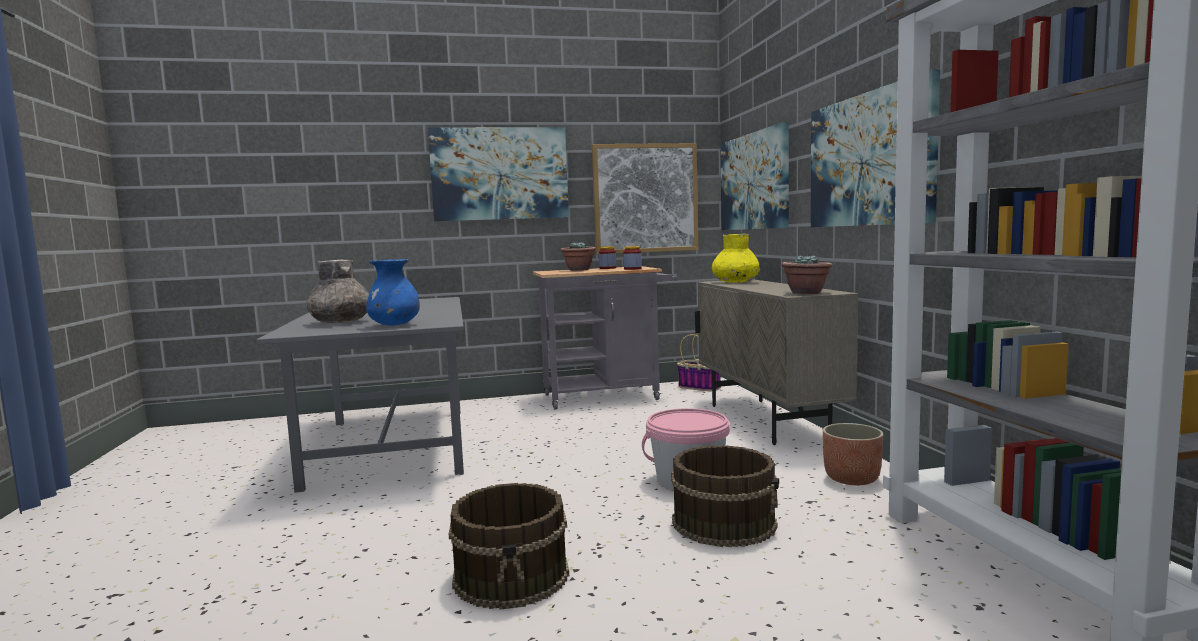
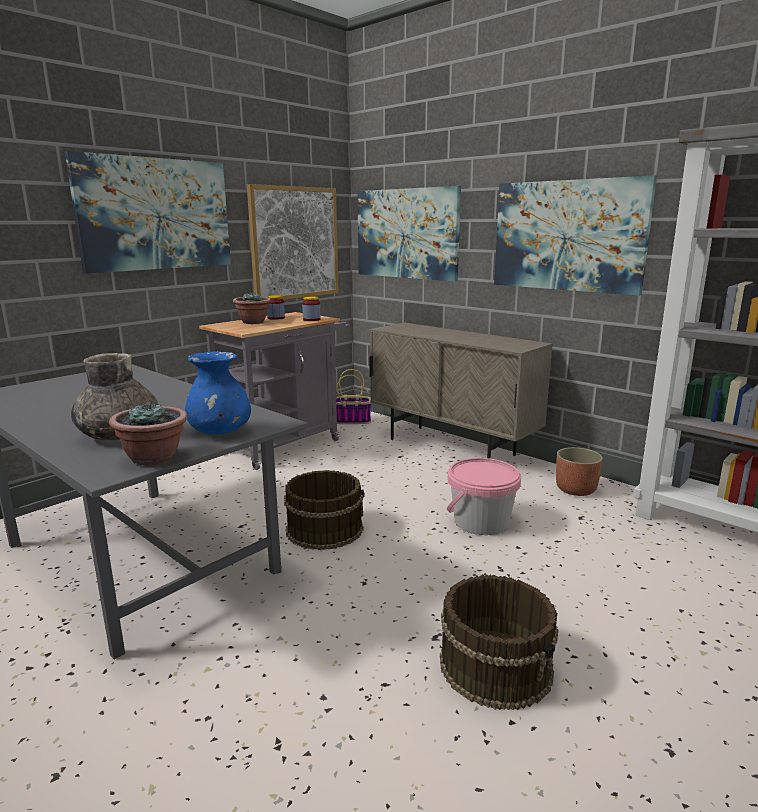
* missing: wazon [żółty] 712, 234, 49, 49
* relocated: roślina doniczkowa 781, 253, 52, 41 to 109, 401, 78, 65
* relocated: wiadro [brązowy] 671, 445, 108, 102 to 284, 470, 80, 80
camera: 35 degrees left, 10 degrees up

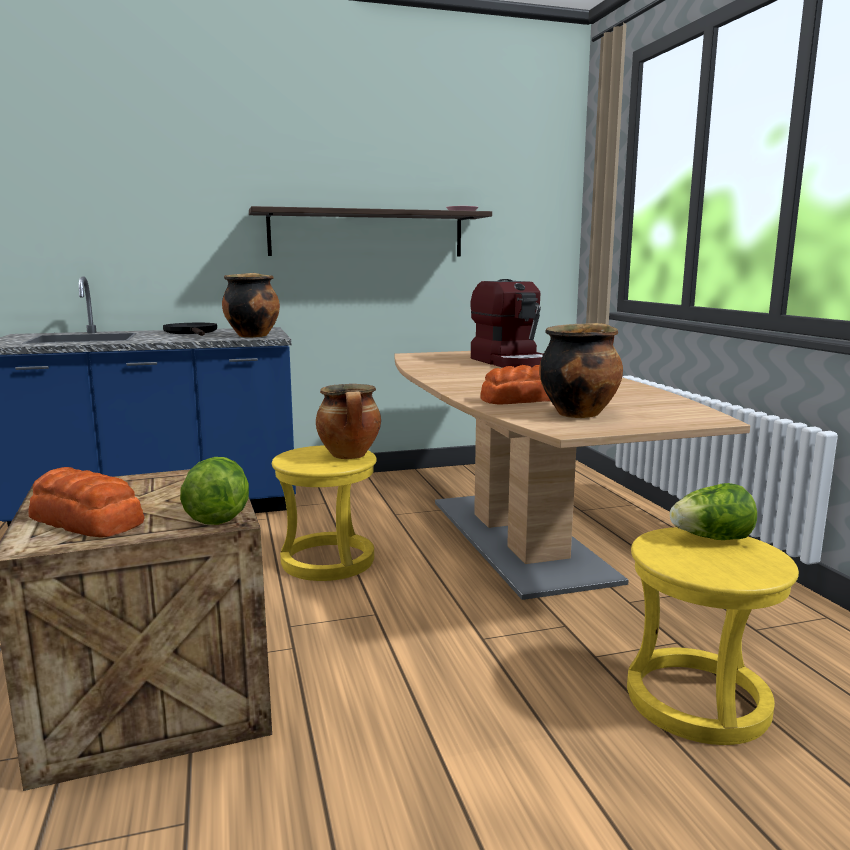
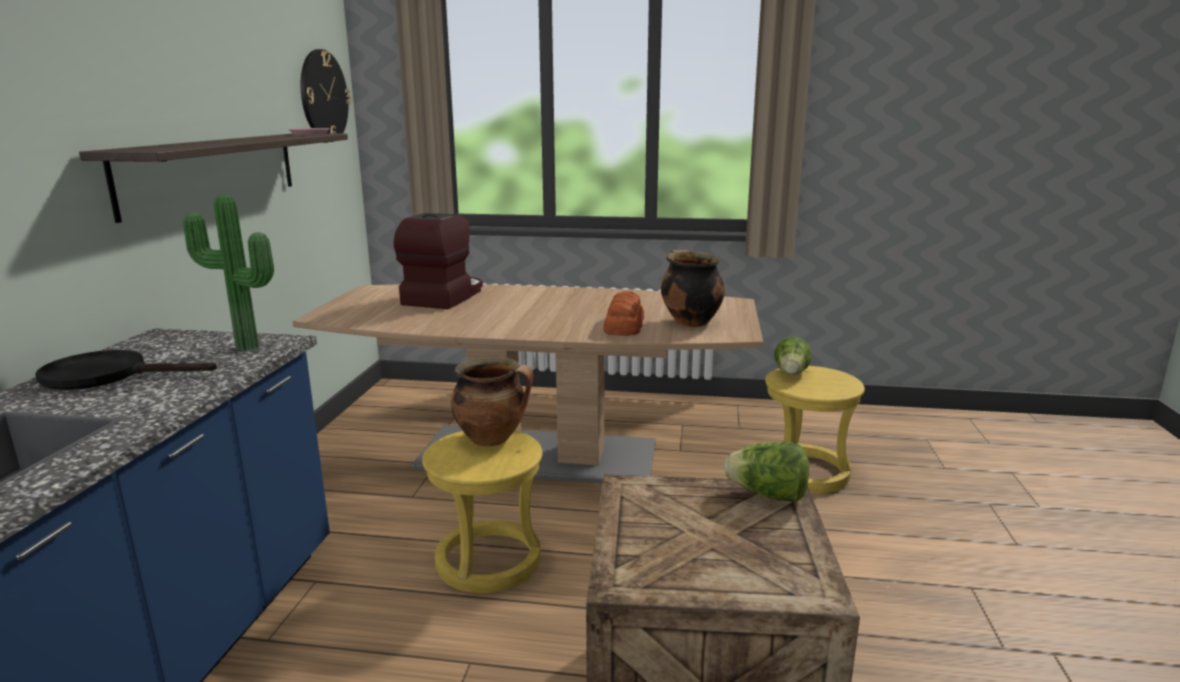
* exchanged: garnek 222, 273, 58, 65 to roślina doniczkowa 183, 194, 91, 157
* spun: ekspres do kawy 470, 279, 73, 89 = 394, 213, 89, 96 75 degrees counterclockwise
* missing: chleb 28, 467, 117, 71
* appeared: zegar ścienny 301, 49, 50, 93
camera: 65 degrees left, 5 degrees up

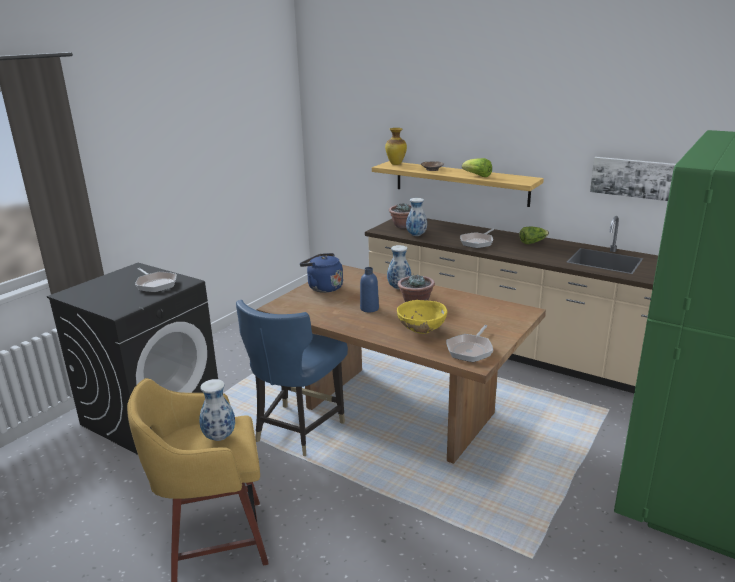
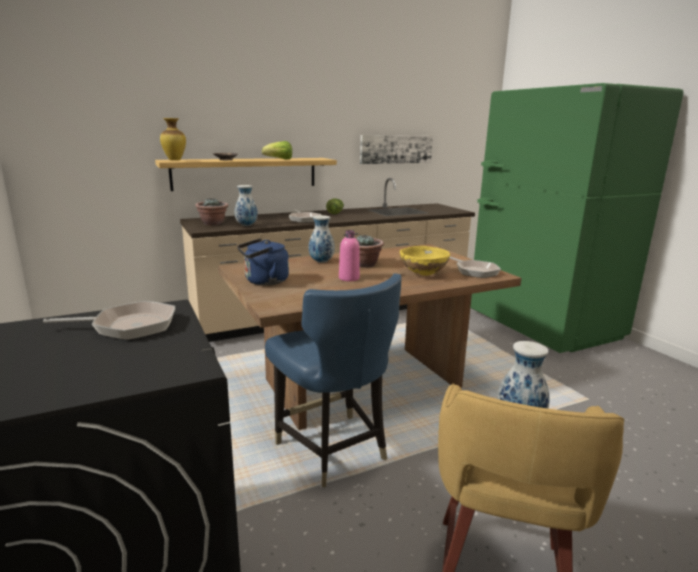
* colour: butelka [niebieski] 360, 267, 19, 45 to butelka [różowy] 339, 230, 21, 51
camera: 60 degrees left, 5 degrees down

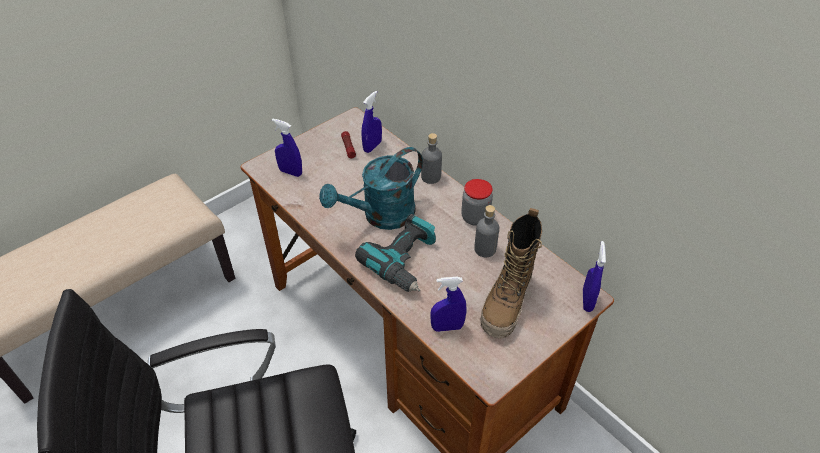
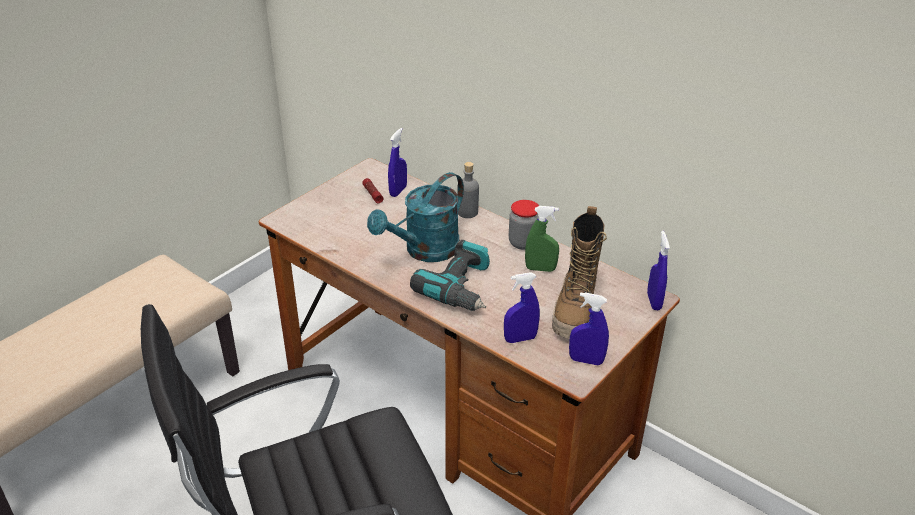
* relocated: spryskiwacz [niebieski] 272, 118, 30, 59 to 569, 292, 40, 73
* exchanged: butelka [szary] 474, 205, 25, 52 to spryskiwacz [zielony] 525, 206, 34, 66
camera: 10 degrees left, 10 degrees down

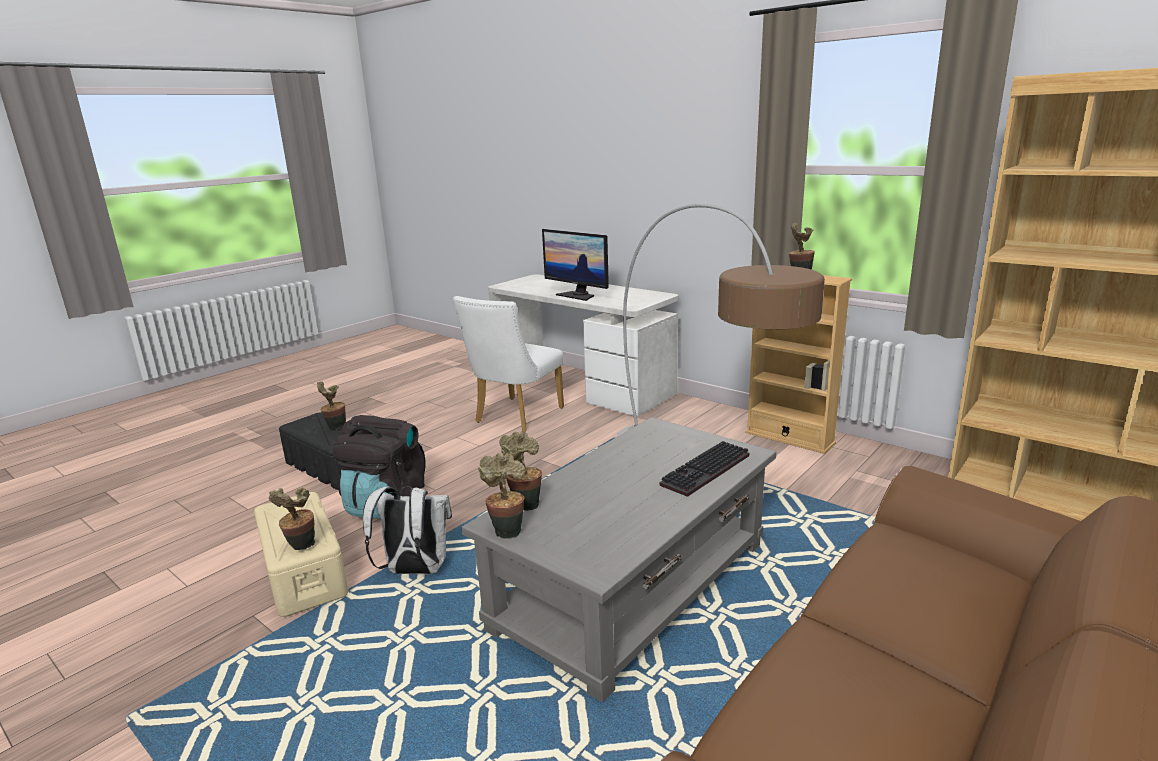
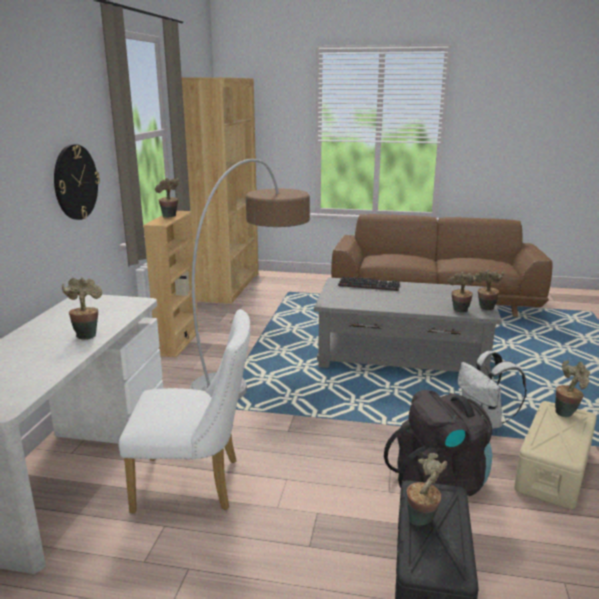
* exchanged: monitor 542, 229, 67, 72 to roślina doniczkowa 62, 277, 40, 63
* appeared: zegar ścienny 54, 144, 46, 76
camera: 120 degrees left, 0 degrees up

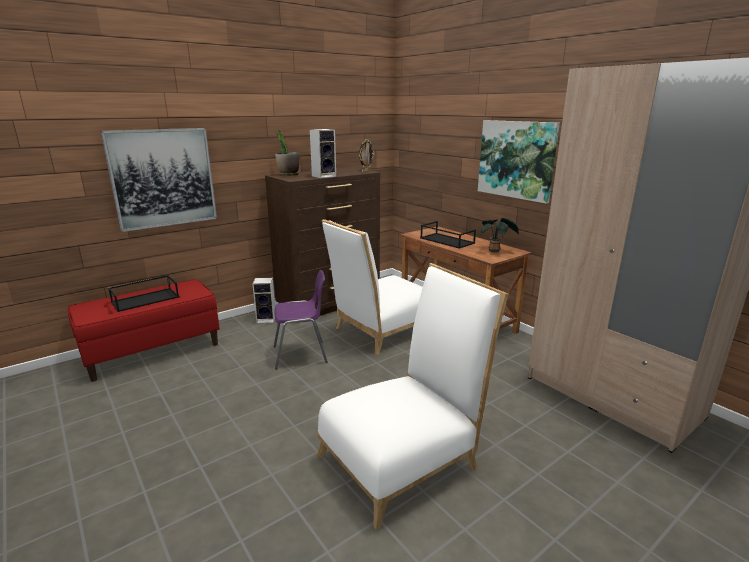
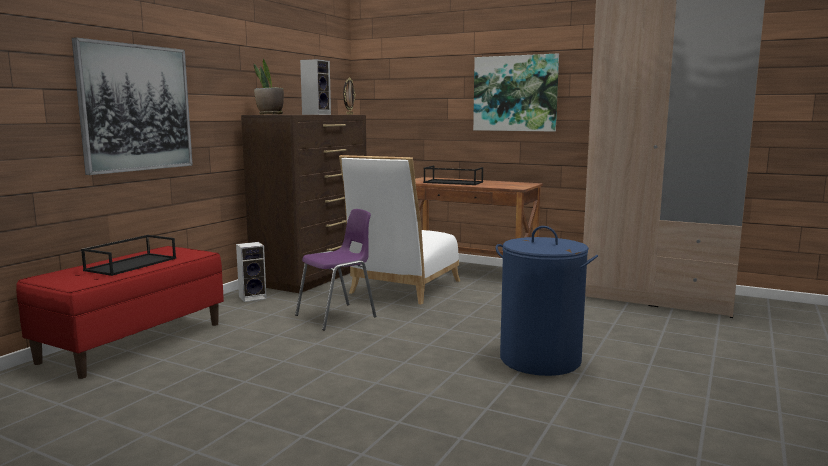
* missing: roślina doniczkowa 480, 218, 39, 35
* exchanged: krzesło [biały] 316, 263, 193, 267 to kosz na pranie [niebieski] 496, 226, 102, 150
camera: 25 degrees left, 10 degrees down

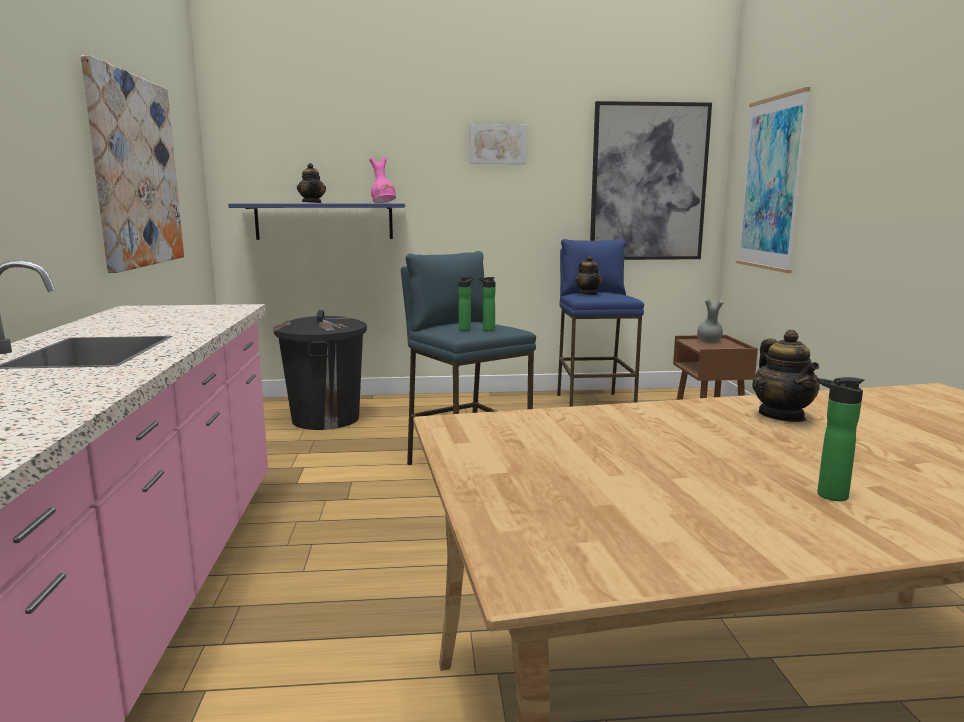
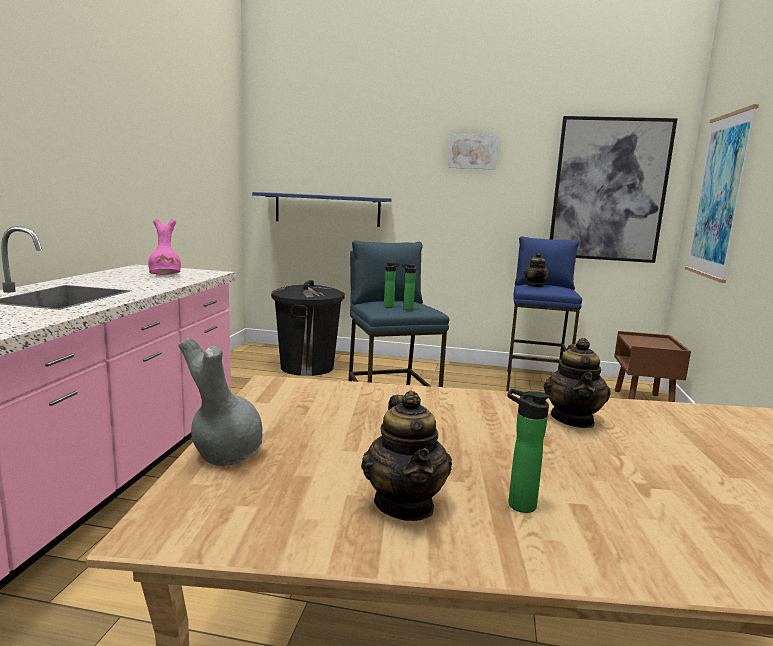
* missing: obraz 81, 55, 103, 218
* relocated: wazon [różowy] 369, 157, 27, 46 to 148, 219, 33, 56
* relocated: imbryk 297, 163, 29, 40 to 361, 391, 91, 130
* relocated: wazon [szary] 697, 299, 27, 44 to 178, 338, 85, 128
camera: 15 degrees right, 0 degrees up

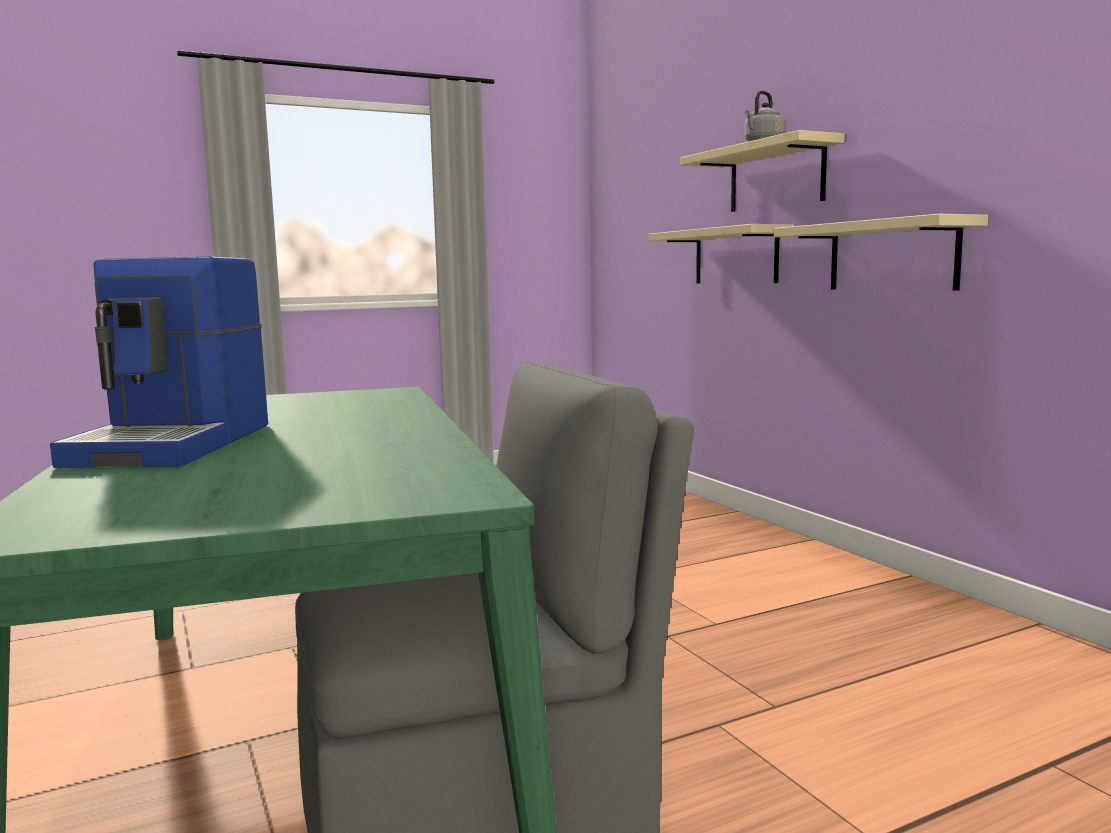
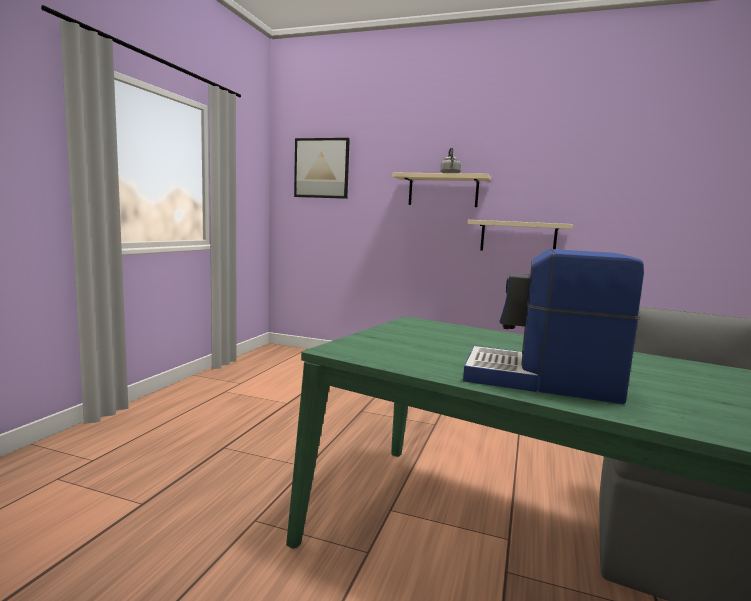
* missing: półka [beżowy] 648, 224, 146, 59
* spun: ekspres do kawy 50, 257, 218, 211 = 463, 249, 181, 155 150 degrees clockwise
* appeared: obraz 294, 138, 56, 61
camera: 45 degrees left, 0 degrees up

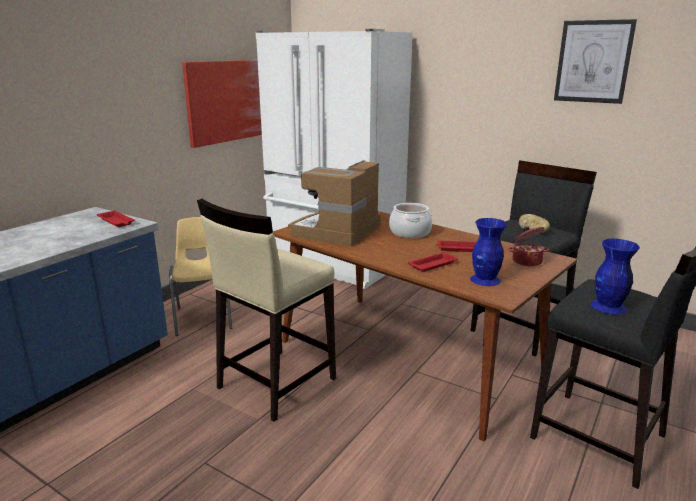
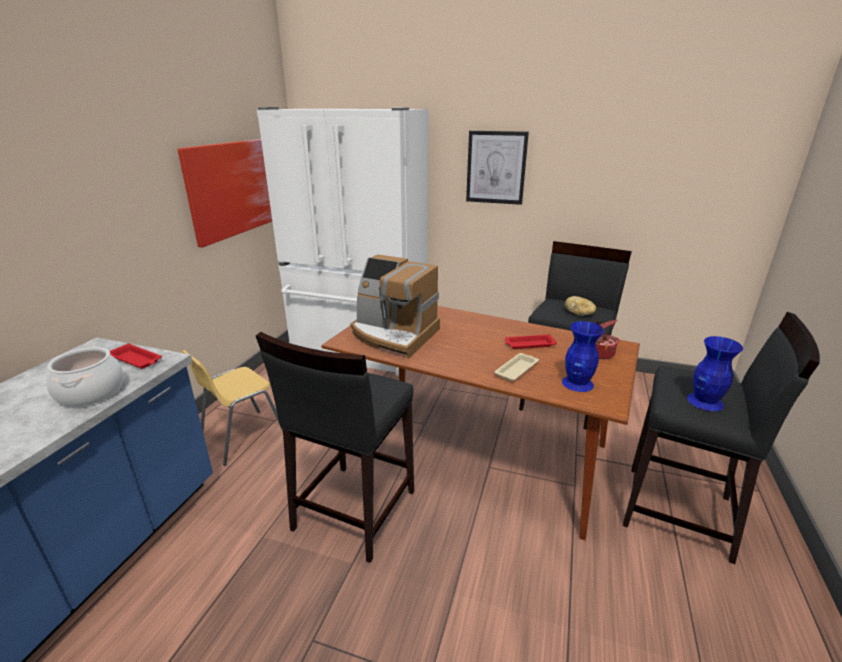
* relocated: obraz 554, 19, 83, 85 to 466, 131, 63, 74
* spun: ekspres do kawy 288, 160, 93, 86 = 350, 254, 90, 104 75 degrees counterclockwise
* colour: stołek [beżowy] 197, 199, 139, 223 to stołek [czarny] 256, 332, 158, 231
* relocated: garnek 389, 203, 43, 35 to 46, 347, 77, 60
* spun: krzesło [żółty] 169, 217, 63, 119 = 182, 350, 97, 116 105 degrees counterclockwise
* colour: taca [czerwony] 408, 252, 50, 20 to taca [beżowy] 494, 353, 45, 28
camera: 15 degrees left, 5 degrees up

